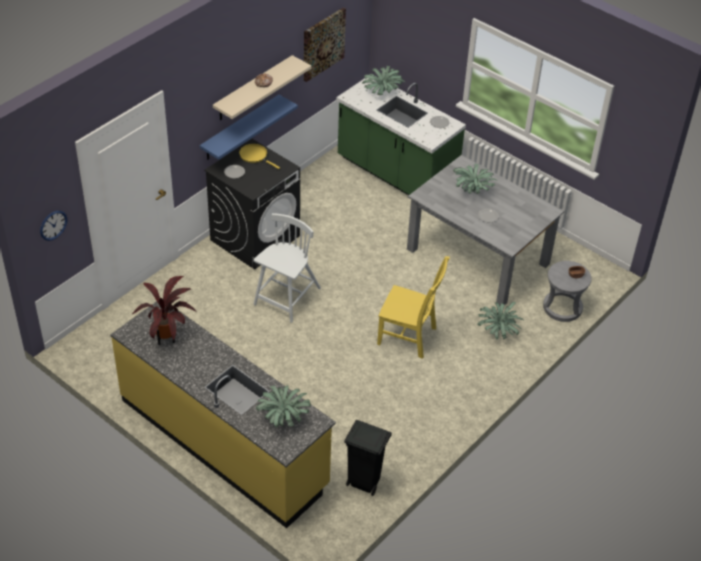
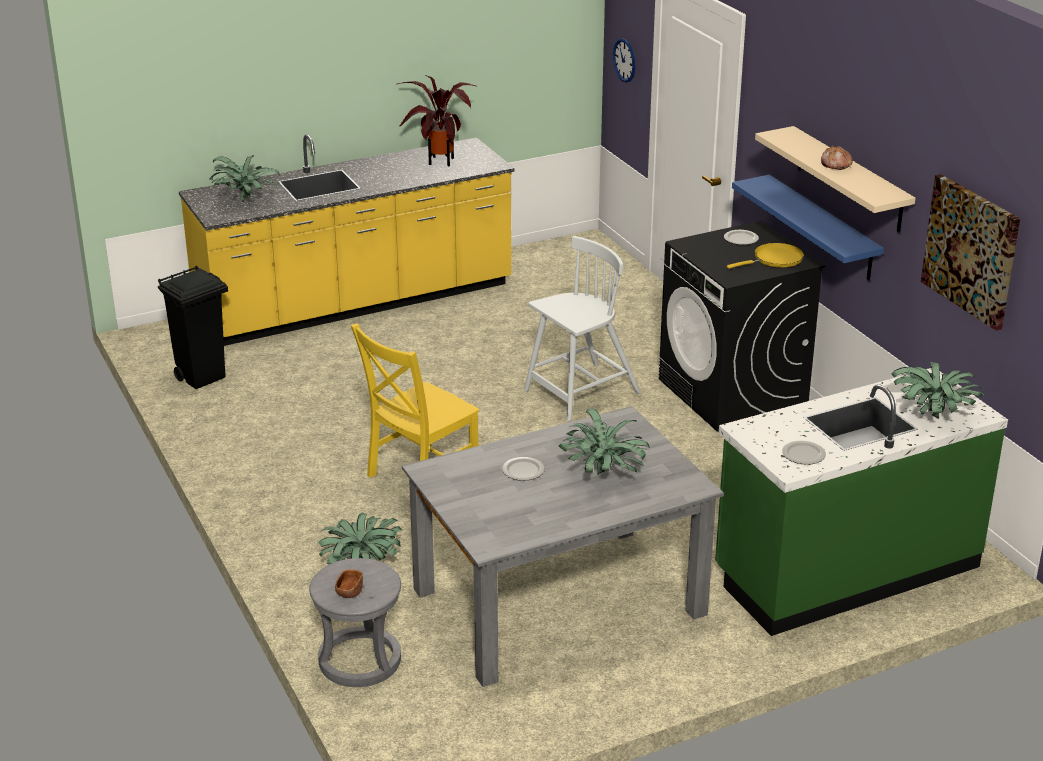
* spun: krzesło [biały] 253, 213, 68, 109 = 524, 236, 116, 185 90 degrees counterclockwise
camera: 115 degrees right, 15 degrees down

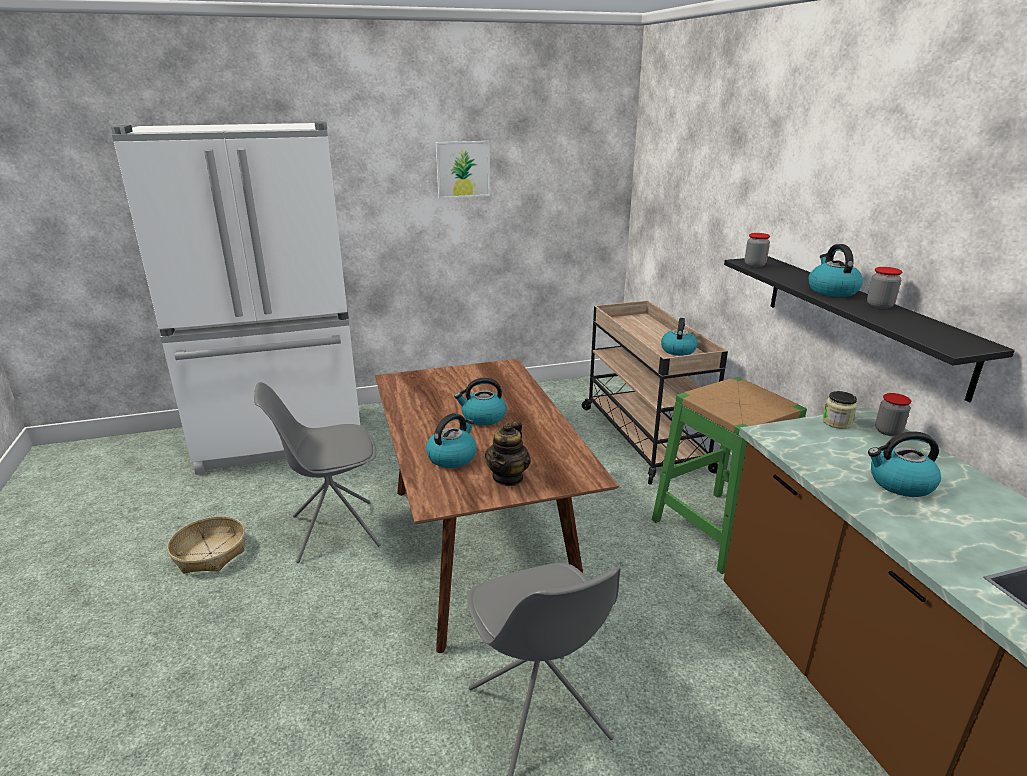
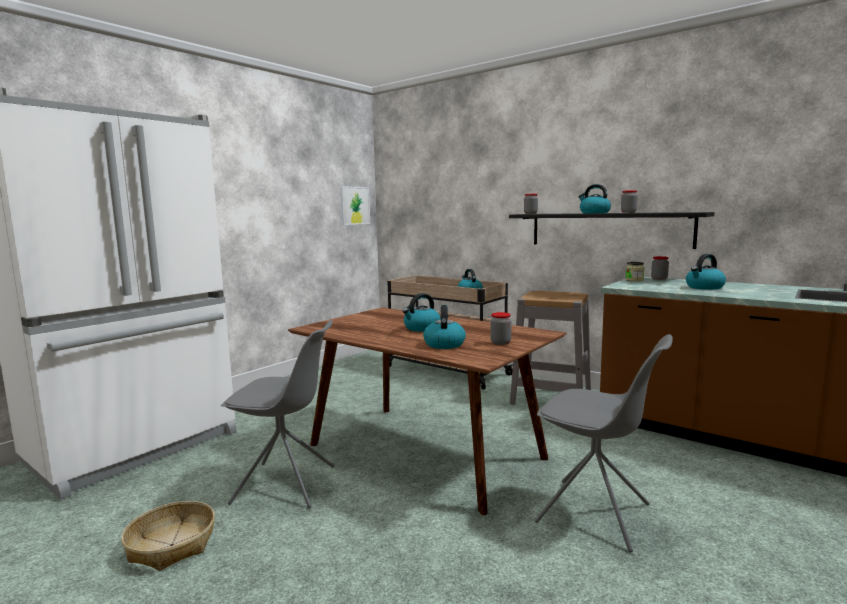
* relocated: obraz 436, 141, 54, 58 to 340, 186, 30, 39
* colour: stołek [zielony] 652, 377, 155, 197 to stołek [szary] 510, 291, 81, 114
* spun: krzesło [szary] 254, 382, 127, 181 = 221, 320, 113, 188 120 degrees counterclockwise
* exchanged: imbryk 485, 421, 46, 65 to słoik 490, 312, 21, 33
camera: 35 degrees left, 15 degrees down

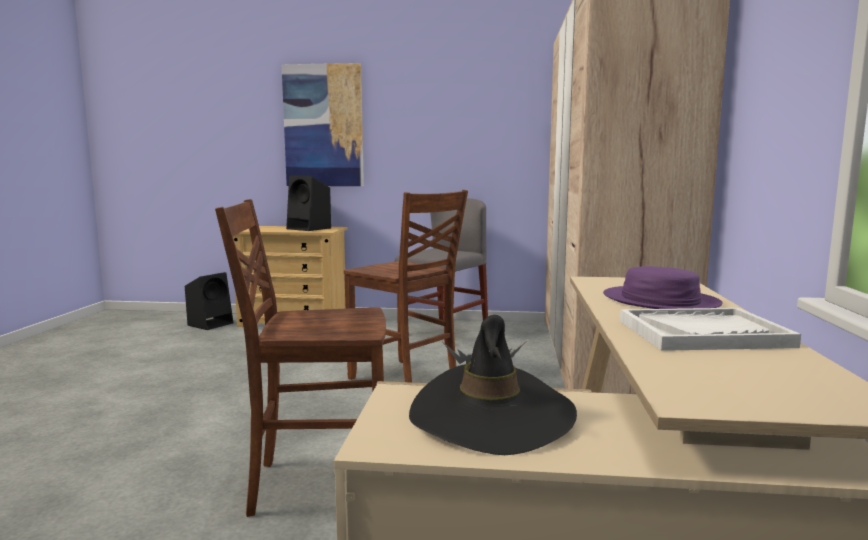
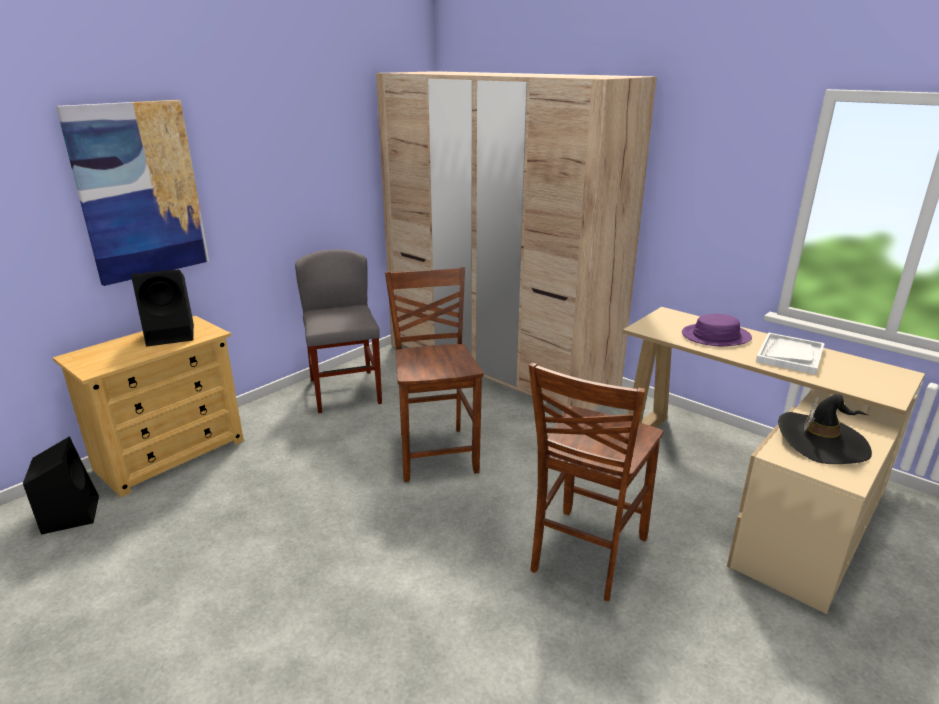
* spun: krzesło [brązowy] 344, 190, 124, 193 = 385, 267, 99, 215 90 degrees counterclockwise
camera: 55 degrees left, 15 degrees up

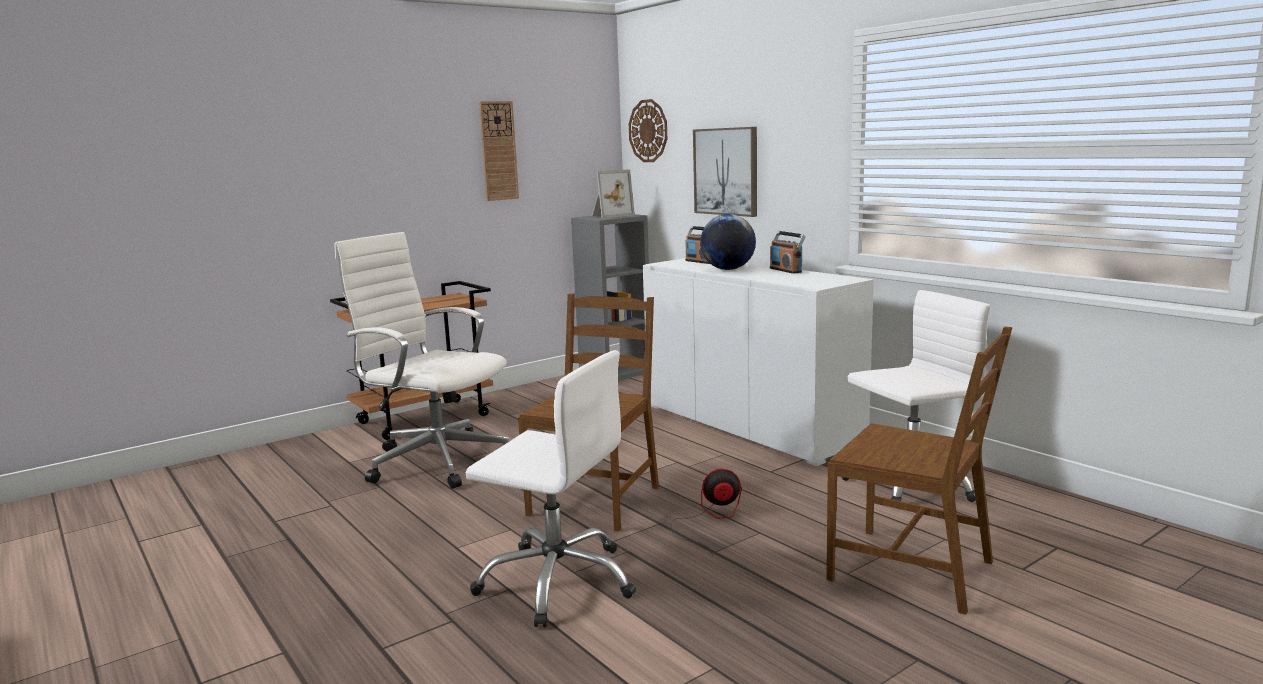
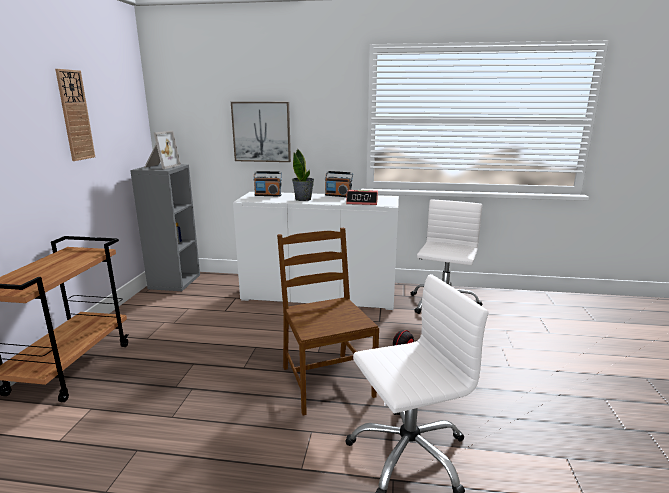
* missing: zegar ścienny 629, 99, 38, 63
* exchanged: globus 700, 214, 56, 56 to roślina doniczkowa 292, 149, 22, 52
* missing: krzesło biurowe [biały] 334, 232, 175, 257
* missing: krzesło [brązowy] 826, 327, 186, 288
* appeared: budzik 346, 190, 32, 15
camera: 45 degrees left, 5 degrees up

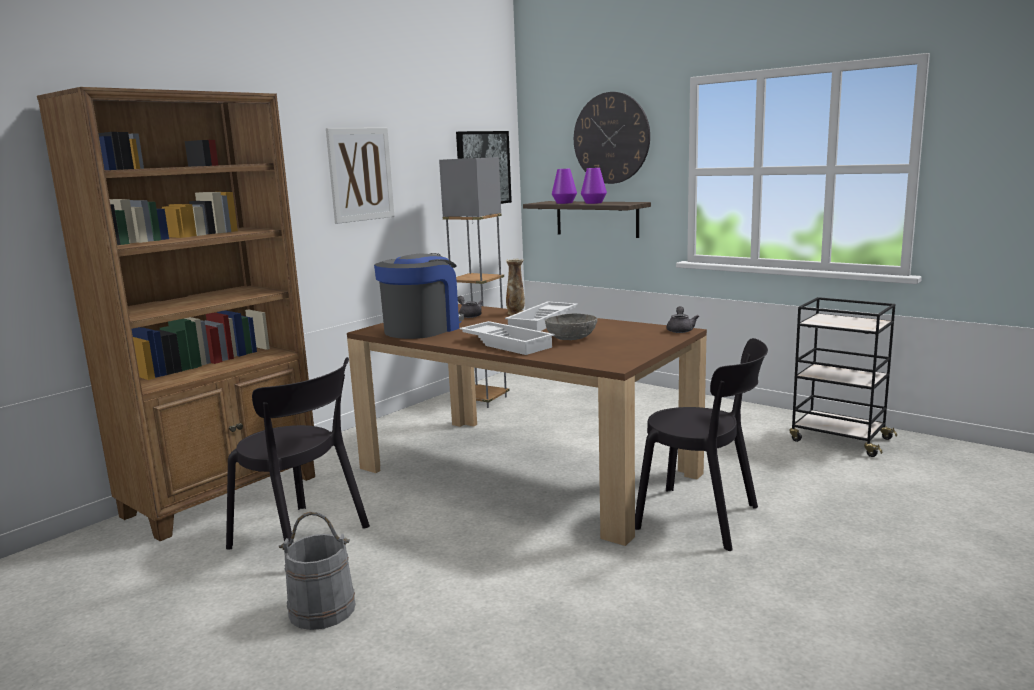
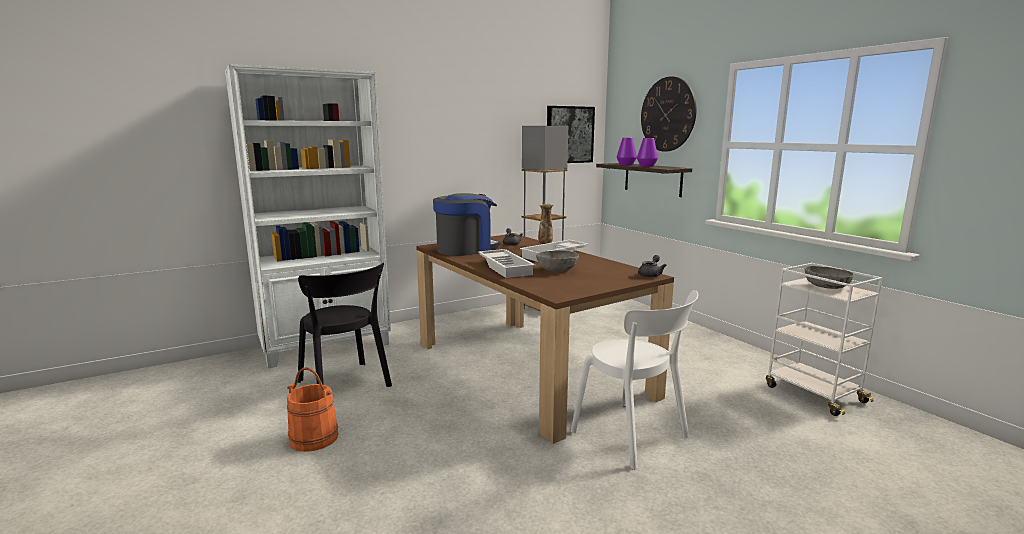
* colour: regał [brązowy] 37, 87, 278, 454 to regał [biały] 225, 64, 166, 304
* missing: obraz 326, 128, 68, 96
* colour: wózek [czarny] 790, 297, 107, 160 to wózek [biały] 766, 263, 116, 153
* colour: krzesło [czarny] 635, 338, 133, 213 to krzesło [biały] 571, 290, 127, 180
* colour: wiadro [szary] 279, 511, 76, 119 to wiadro [pomarańczowy] 287, 367, 52, 85
* appeared: miska [szary] 805, 266, 49, 23
camera: 20 degrees right, 0 degrees up

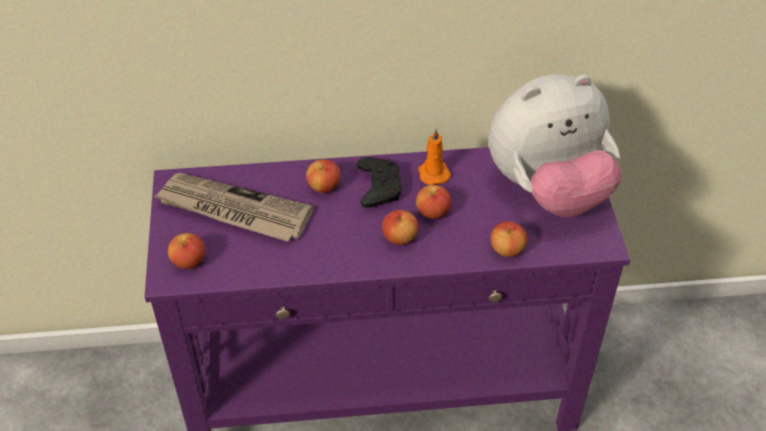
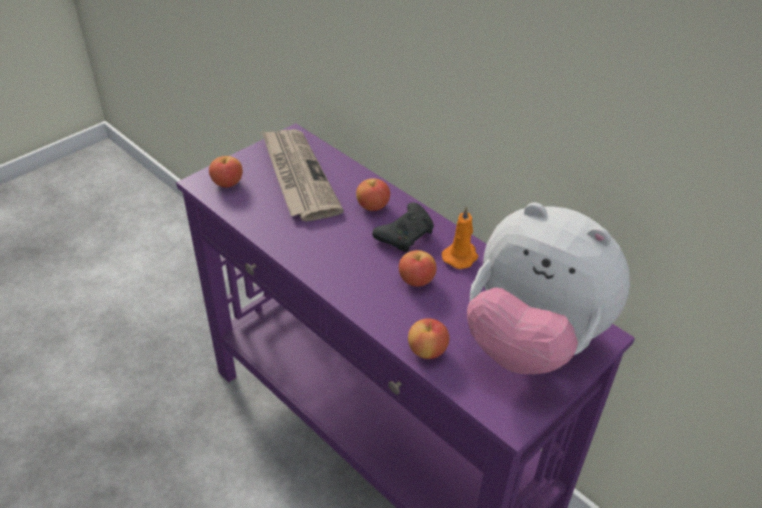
* missing: jabłko 382, 210, 36, 35
camera: 50 degrees right, 5 degrees down

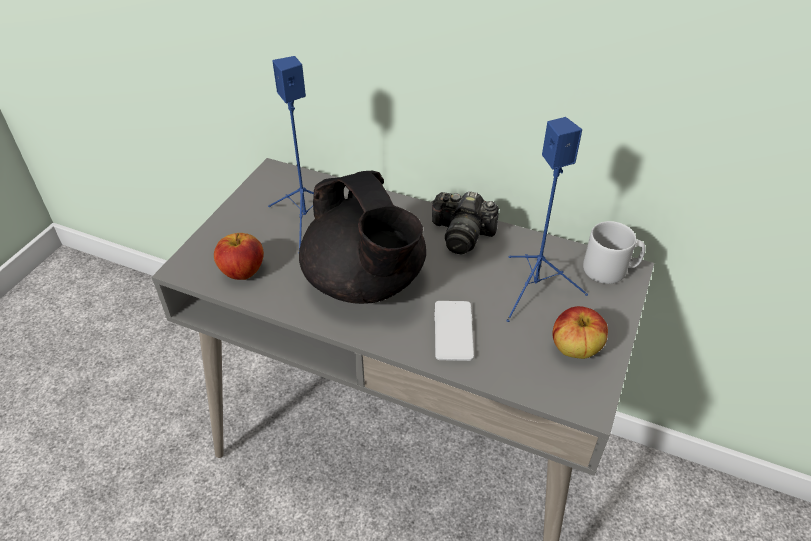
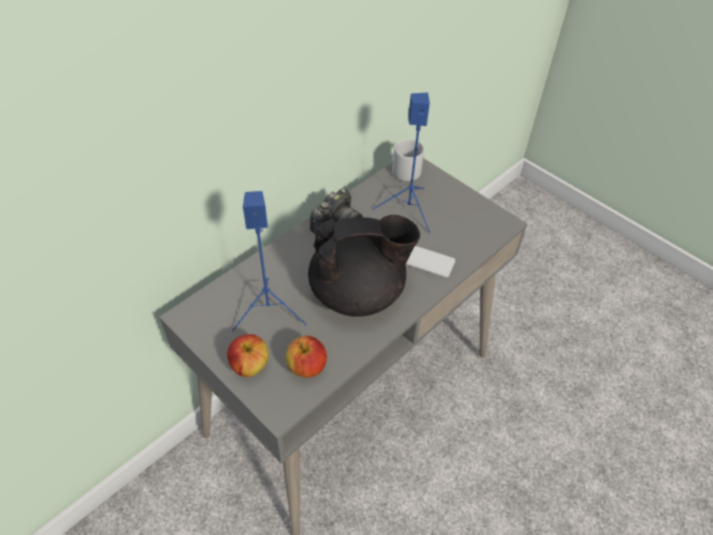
* relocated: jabłko 553, 306, 55, 53 to 227, 334, 42, 43
camera: 70 degrees left, 5 degrees up

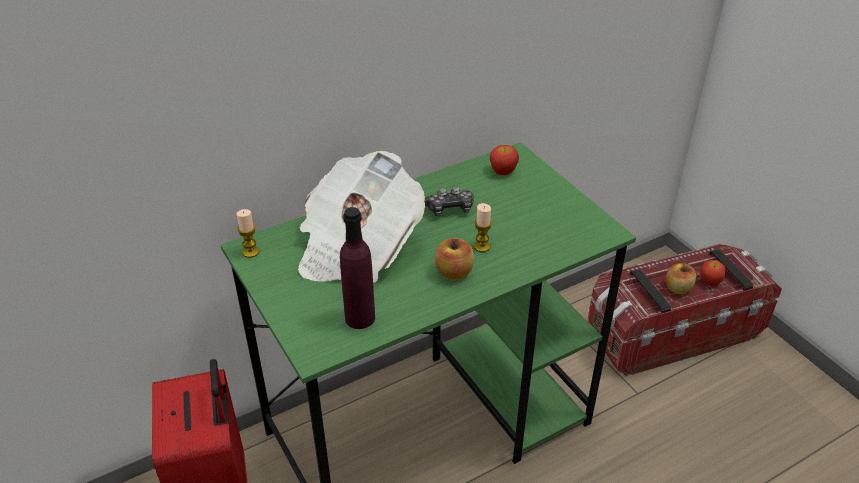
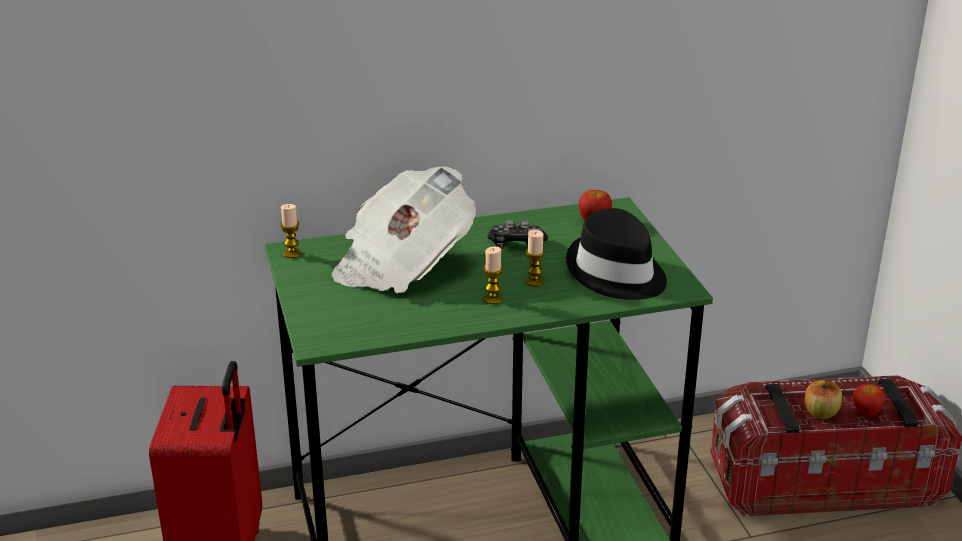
* missing: butelka [fioletowy] 340, 207, 35, 122
* exchanged: jabłko 435, 238, 39, 42 to świeca 483, 247, 20, 57
* appeared: kapelusz [czarny] 566, 208, 101, 92
camera: 15 degrees right, 10 degrees down

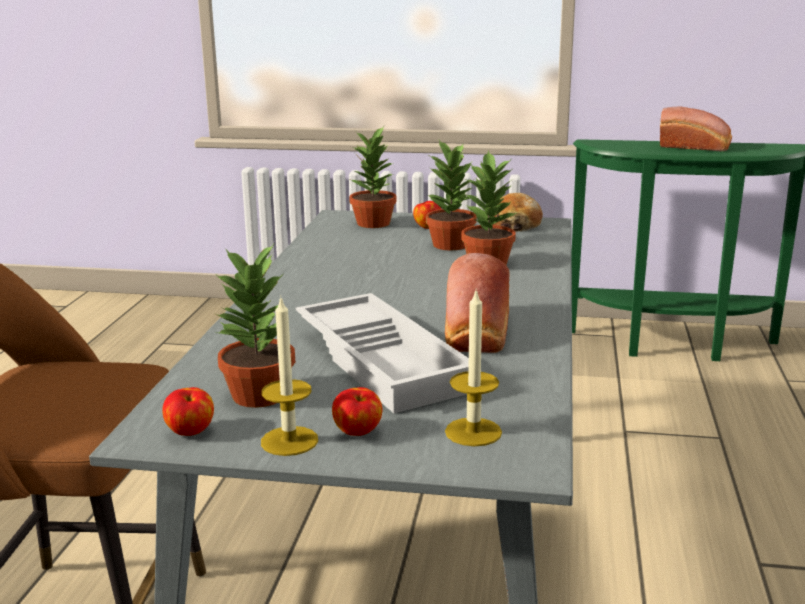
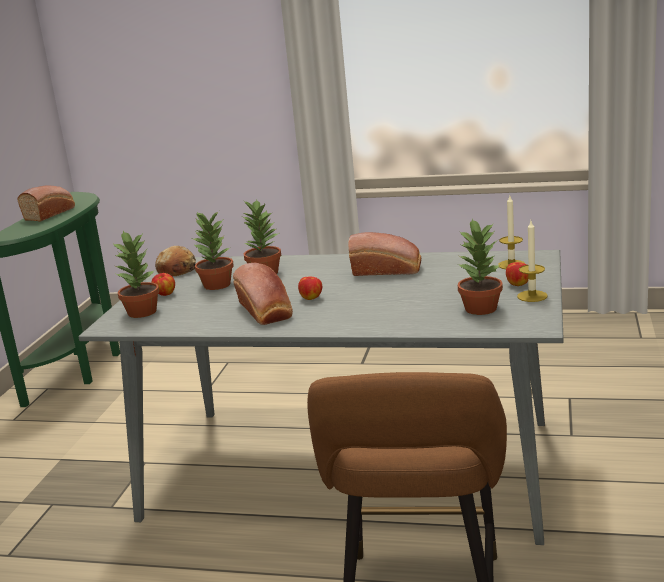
* missing: taca [biały] 296, 293, 173, 120
* relocated: jabłko 163, 387, 51, 49 to 298, 277, 24, 23
* appeared: chleb 233, 263, 60, 62
camera: 85 degrees left, 0 degrees up

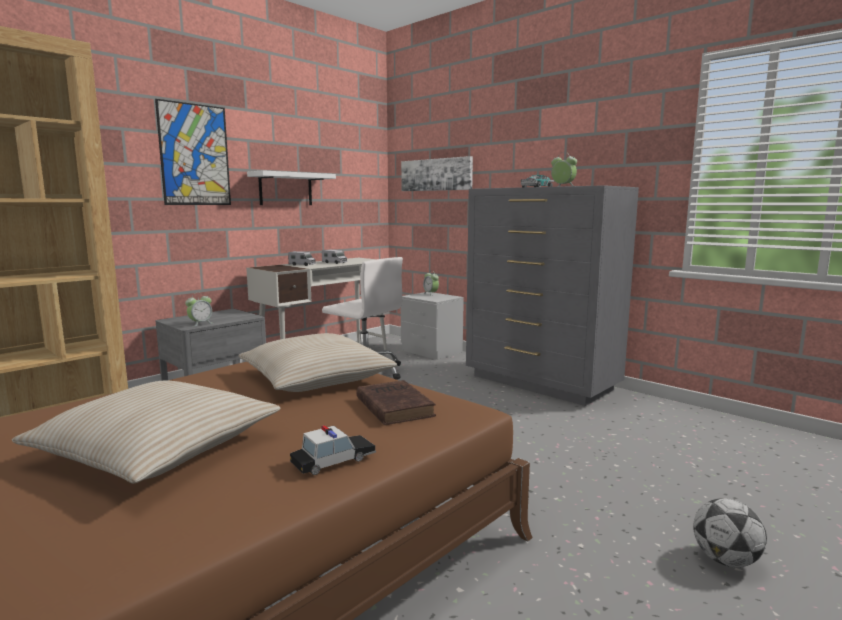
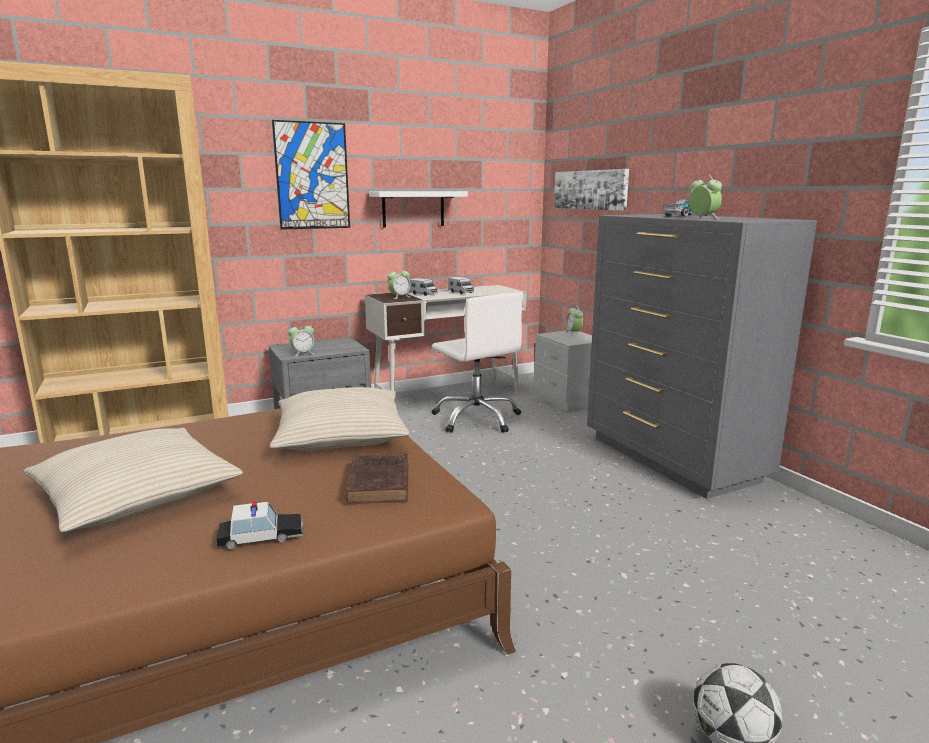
* appeared: budzik 387, 267, 24, 32
camera: 20 degrees right, 5 degrees up

